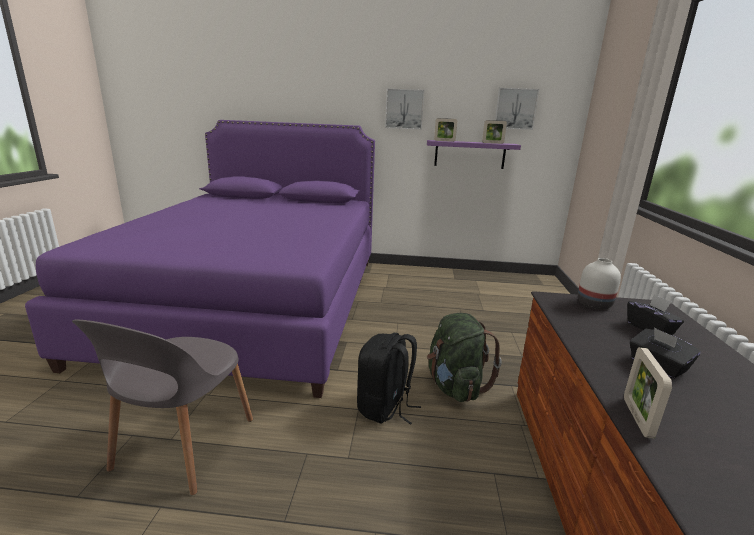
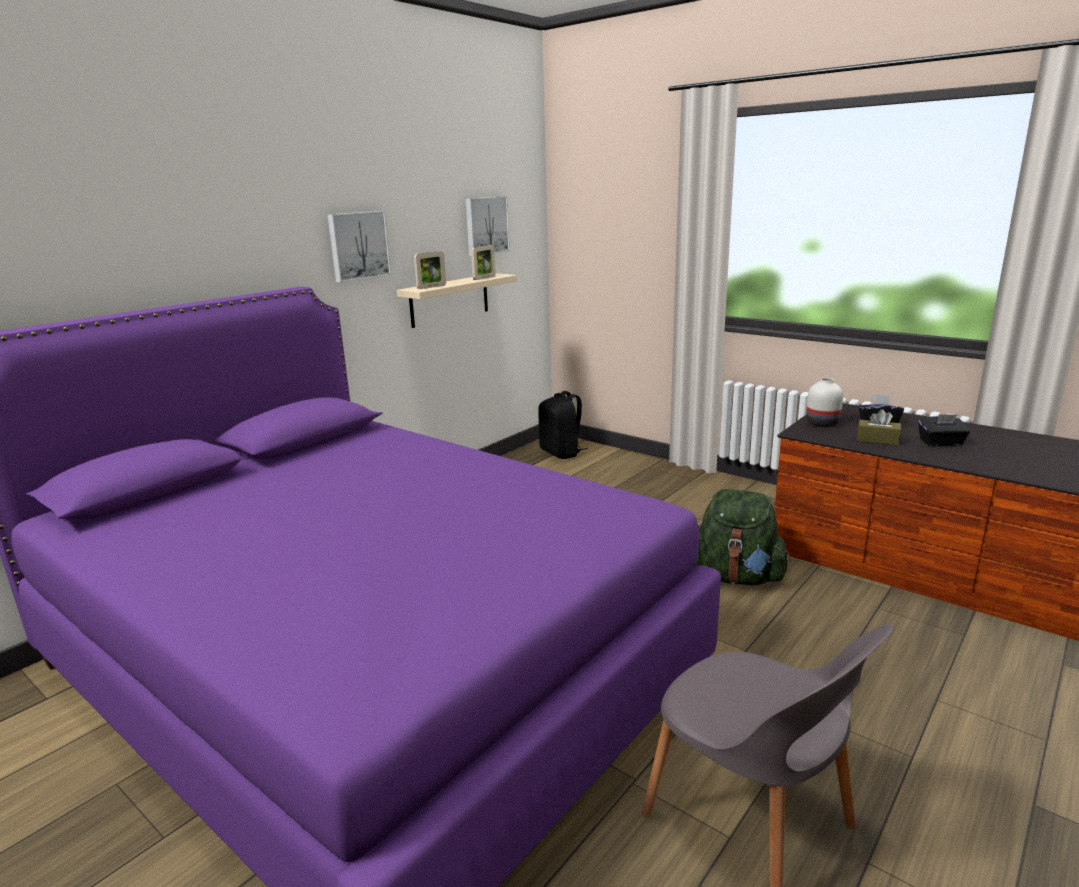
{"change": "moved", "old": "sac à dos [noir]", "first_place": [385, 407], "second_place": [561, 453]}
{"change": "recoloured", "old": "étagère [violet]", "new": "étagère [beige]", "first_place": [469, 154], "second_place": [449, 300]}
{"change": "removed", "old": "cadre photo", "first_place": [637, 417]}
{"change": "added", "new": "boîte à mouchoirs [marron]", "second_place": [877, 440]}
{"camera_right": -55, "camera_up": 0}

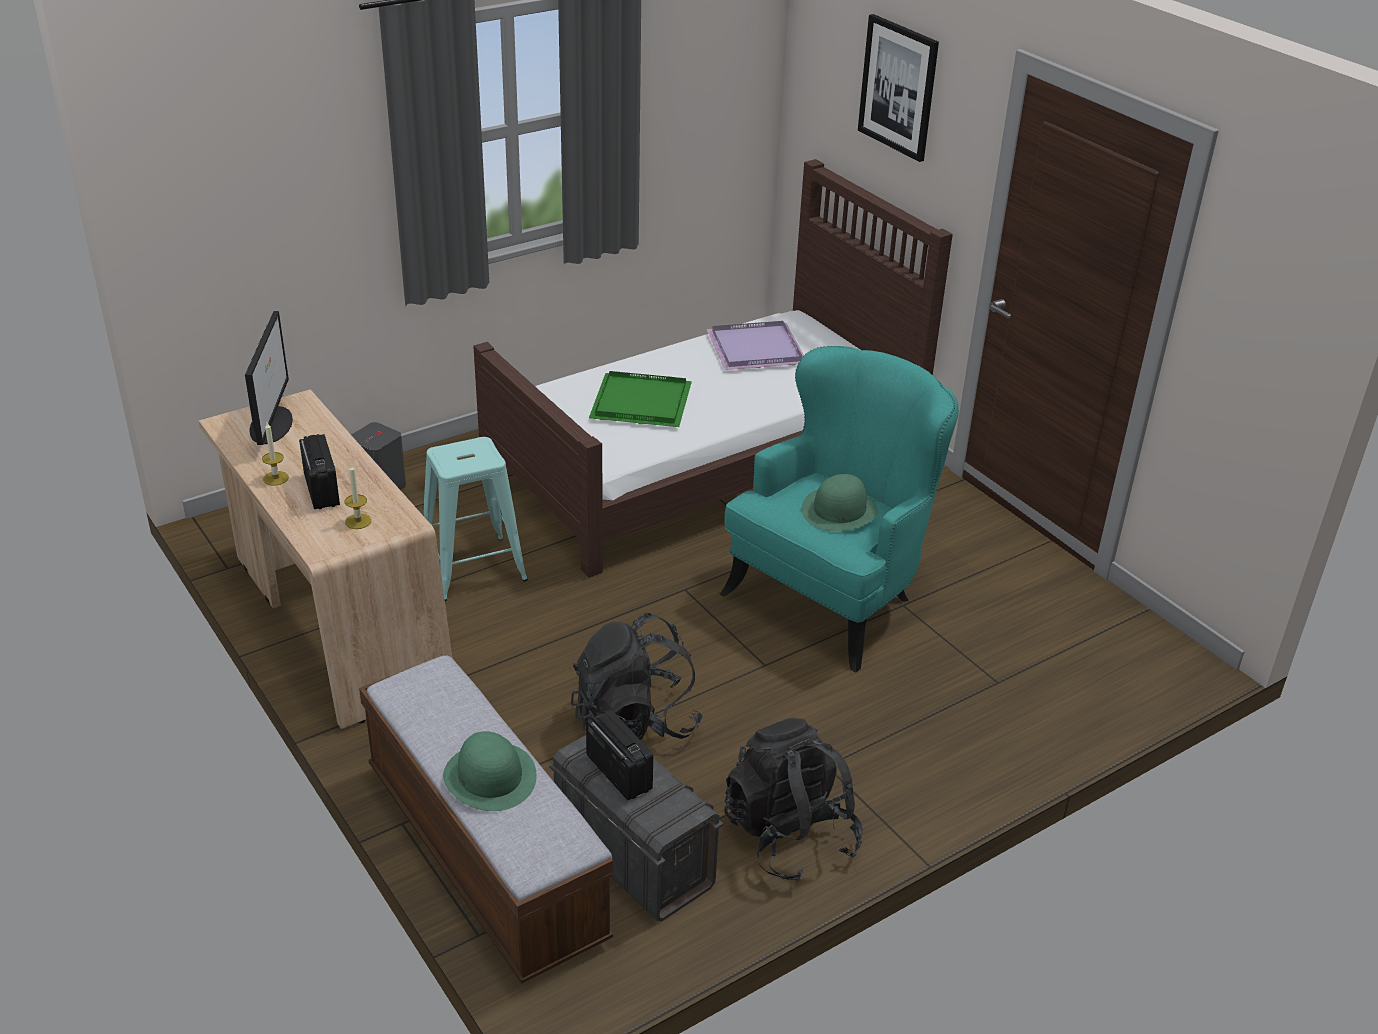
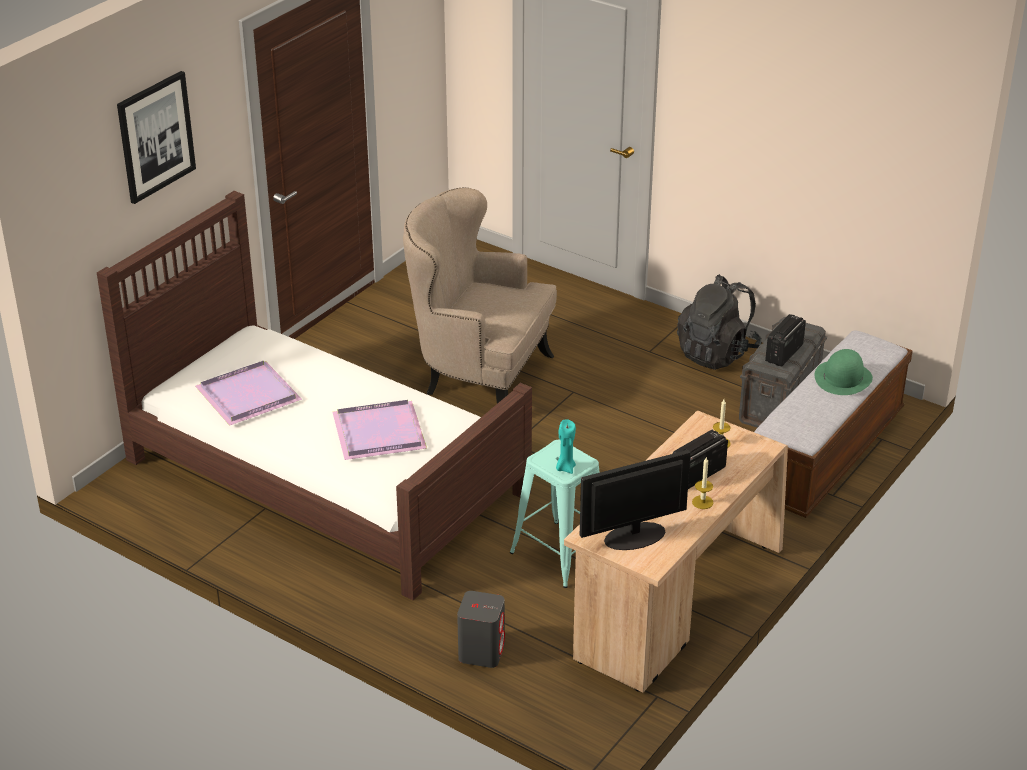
{"change": "removed", "old": "sac à dos [noir]", "first_place": [635, 723]}
{"change": "recoloured", "old": "plateau [vert]", "new": "plateau [violet]", "first_place": [639, 403], "second_place": [381, 433]}
{"change": "recoloured", "old": "fauteuil [turquoise]", "new": "fauteuil [beige]", "first_place": [832, 597], "second_place": [478, 379]}
{"change": "removed", "old": "chapeau [vert]", "first_place": [839, 510]}
{"change": "added", "new": "bougie [turquoise]", "second_place": [565, 468]}
{"camera_right": -110, "camera_up": 0}

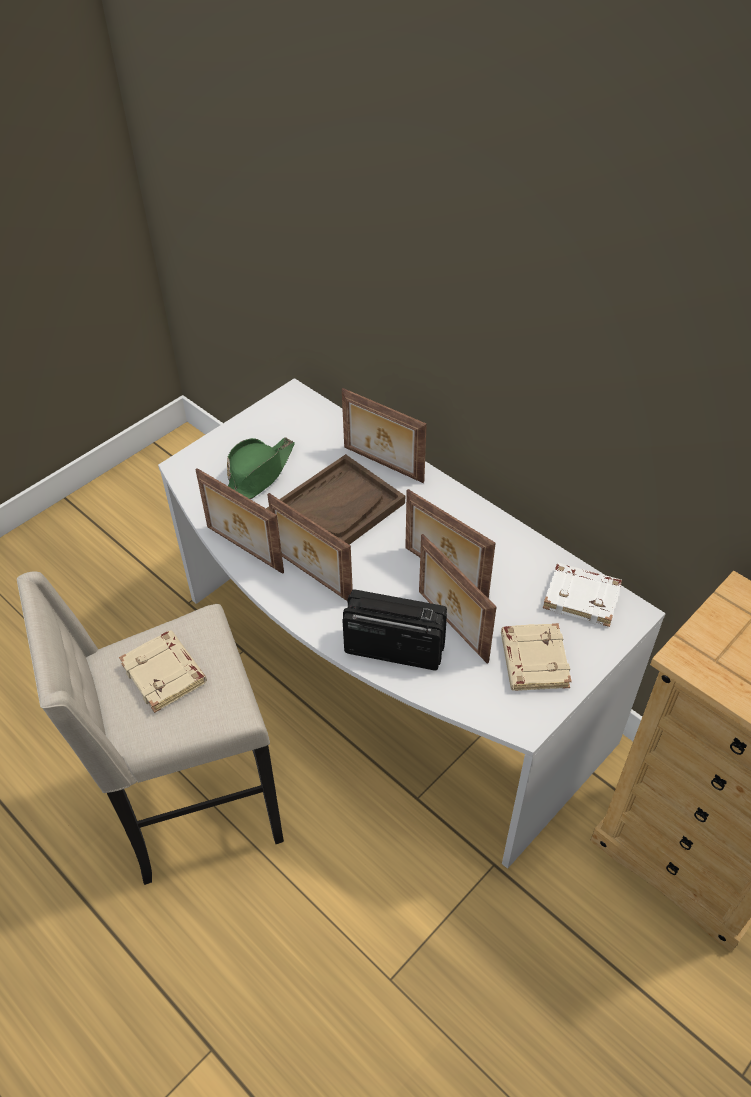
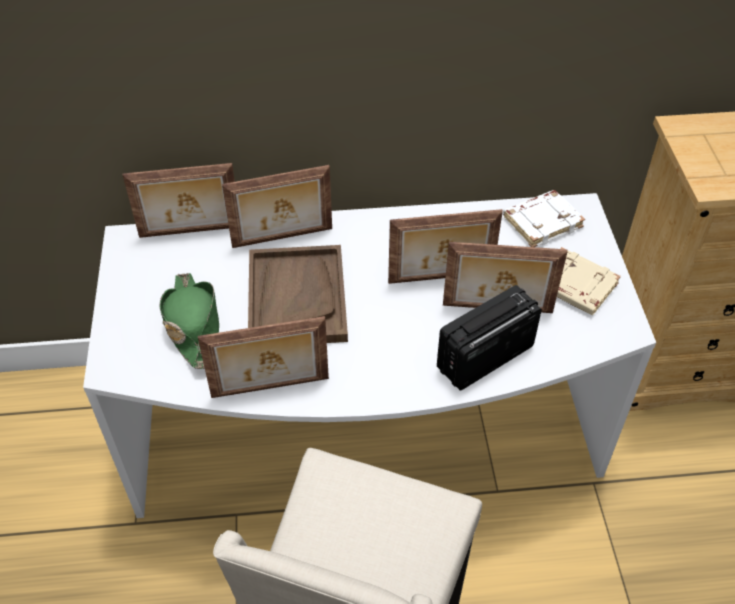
{"change": "removed", "old": "livre [beige]", "first_place": [165, 674]}
{"change": "moved", "old": "cadre photo", "first_place": [311, 577], "second_place": [190, 233]}
{"camera_right": -50, "camera_up": 0}

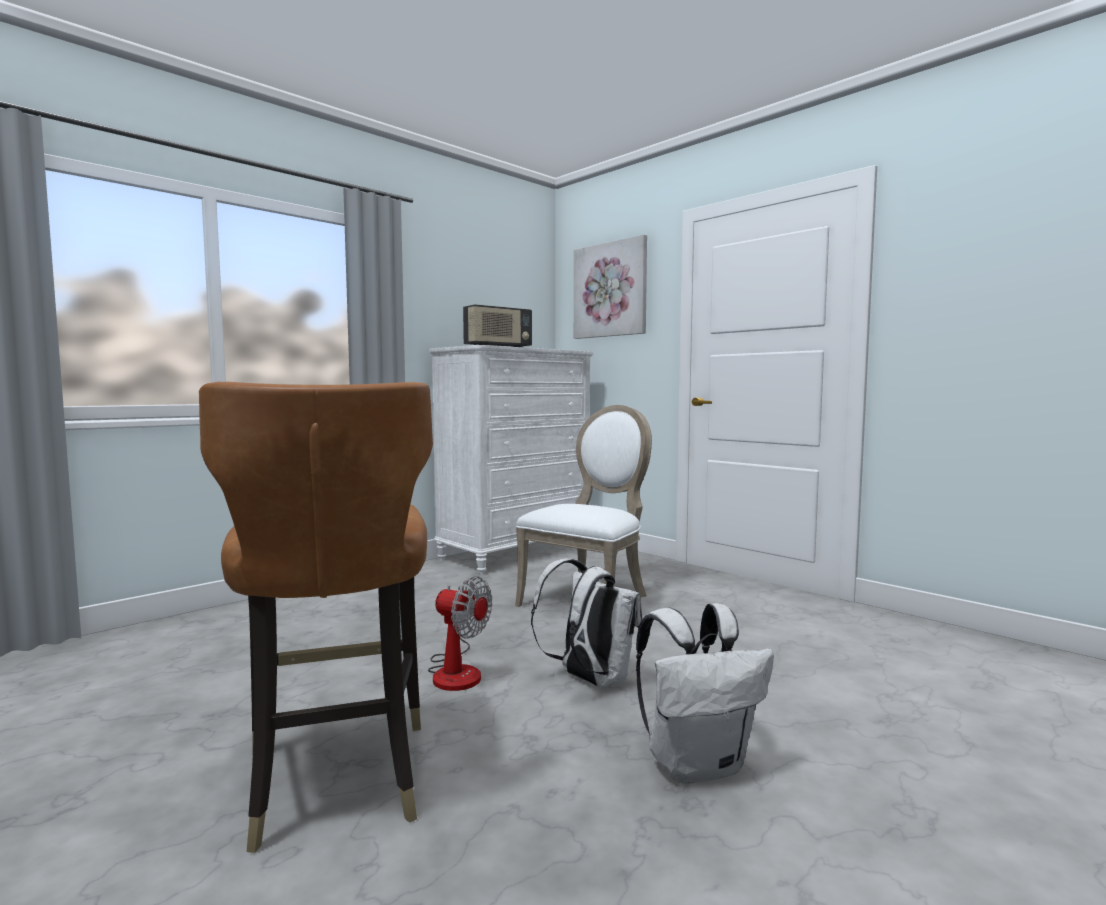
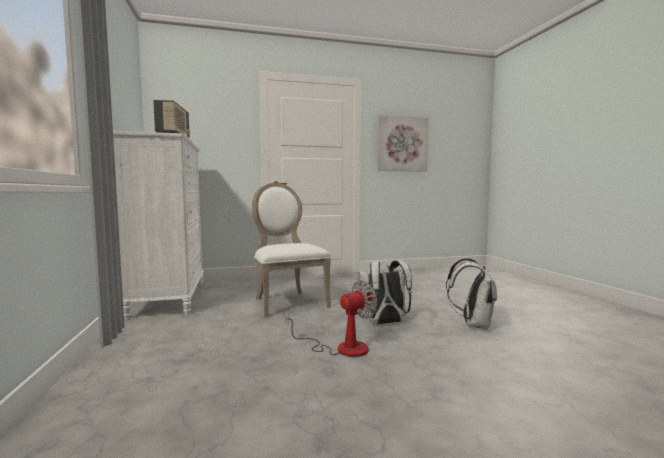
{"change": "removed", "old": "chaise [marron]", "first_place": [336, 778]}
{"change": "moved", "old": "tableau", "first_place": [610, 290], "second_place": [402, 144]}
{"camera_right": -60, "camera_up": 0}

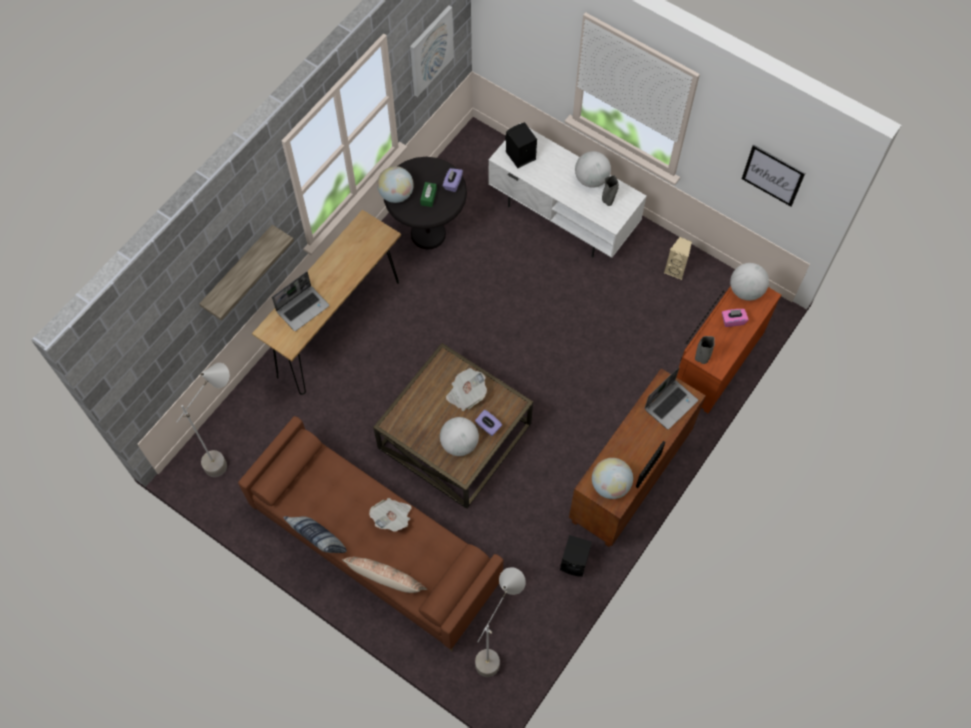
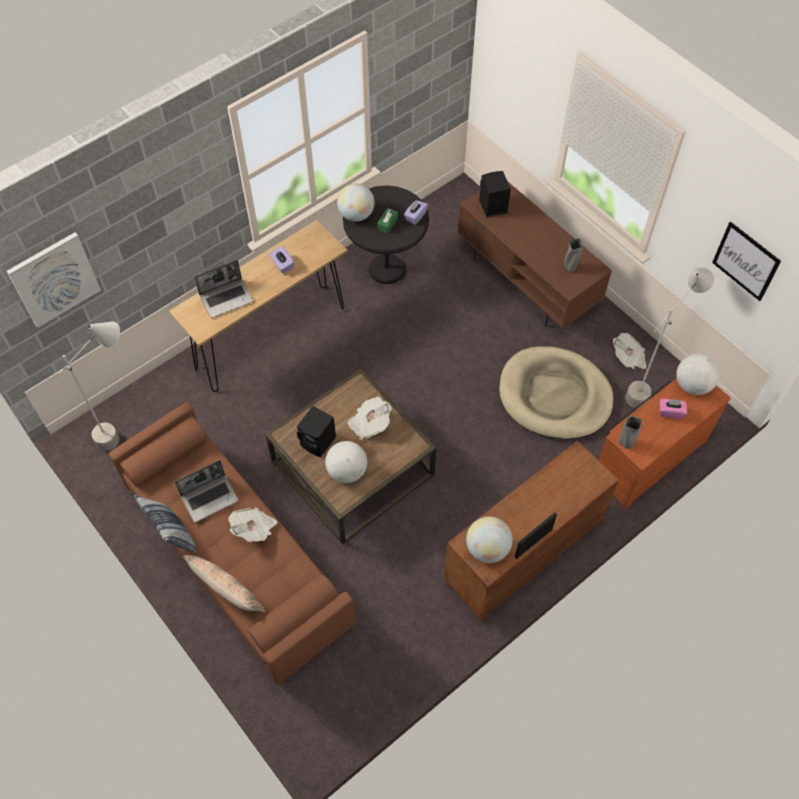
{"change": "removed", "old": "étagère", "first_place": [239, 271]}
{"change": "moved", "old": "tableau", "first_place": [430, 50], "second_place": [54, 279]}
{"change": "moved", "old": "boîte à mouchoirs [violet]", "first_place": [488, 426], "second_place": [282, 265]}
{"change": "moved", "old": "lampadaire [gris]", "first_place": [497, 646], "second_place": [648, 386]}
{"change": "recoloured", "old": "meuble télé [blanc]", "new": "meuble télé [marron]", "first_place": [564, 215], "second_place": [527, 281]}
{"change": "moved", "old": "enceinte [noir]", "first_place": [575, 562], "second_place": [318, 442]}
{"change": "removed", "old": "globe", "first_place": [591, 179]}
{"change": "moved", "old": "ordinateur portable", "first_place": [670, 404], "second_place": [210, 498]}
{"change": "replaced", "old": "enceinte [beige]", "new": "journal", "first_place": [676, 270], "second_place": [628, 358]}
{"change": "added", "new": "panier pour chien [beige]", "second_place": [554, 396]}
{"camera_right": 15, "camera_up": -5}

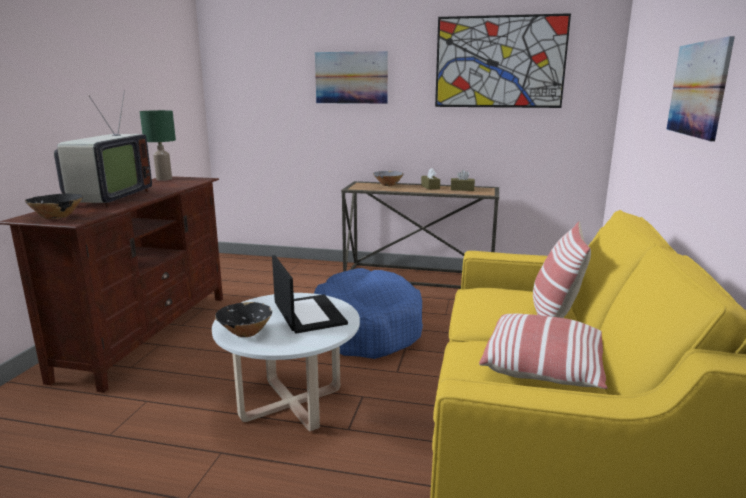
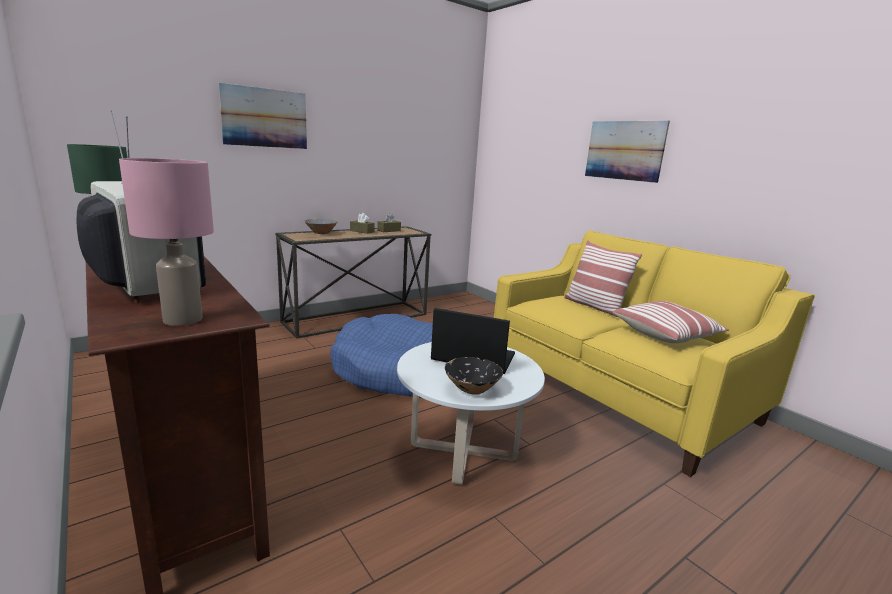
{"change": "replaced", "old": "bol [noir]", "new": "lampe de table [rose]", "first_place": [57, 217], "second_place": [181, 320]}
{"change": "removed", "old": "tableau", "first_place": [499, 62]}
{"camera_right": -50, "camera_up": 0}

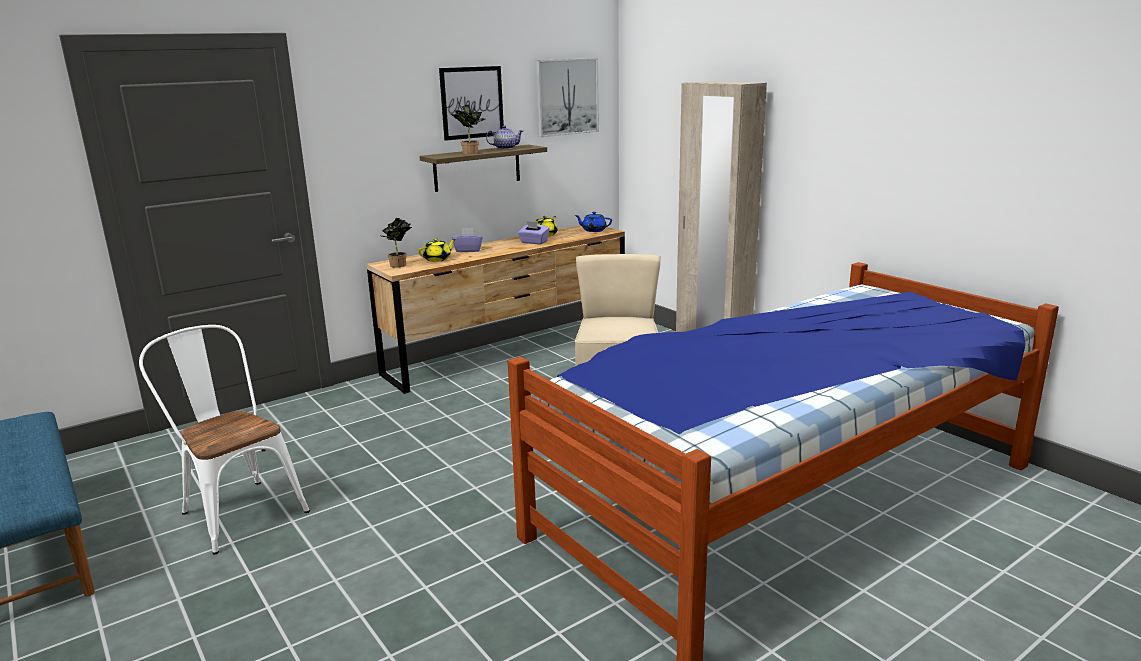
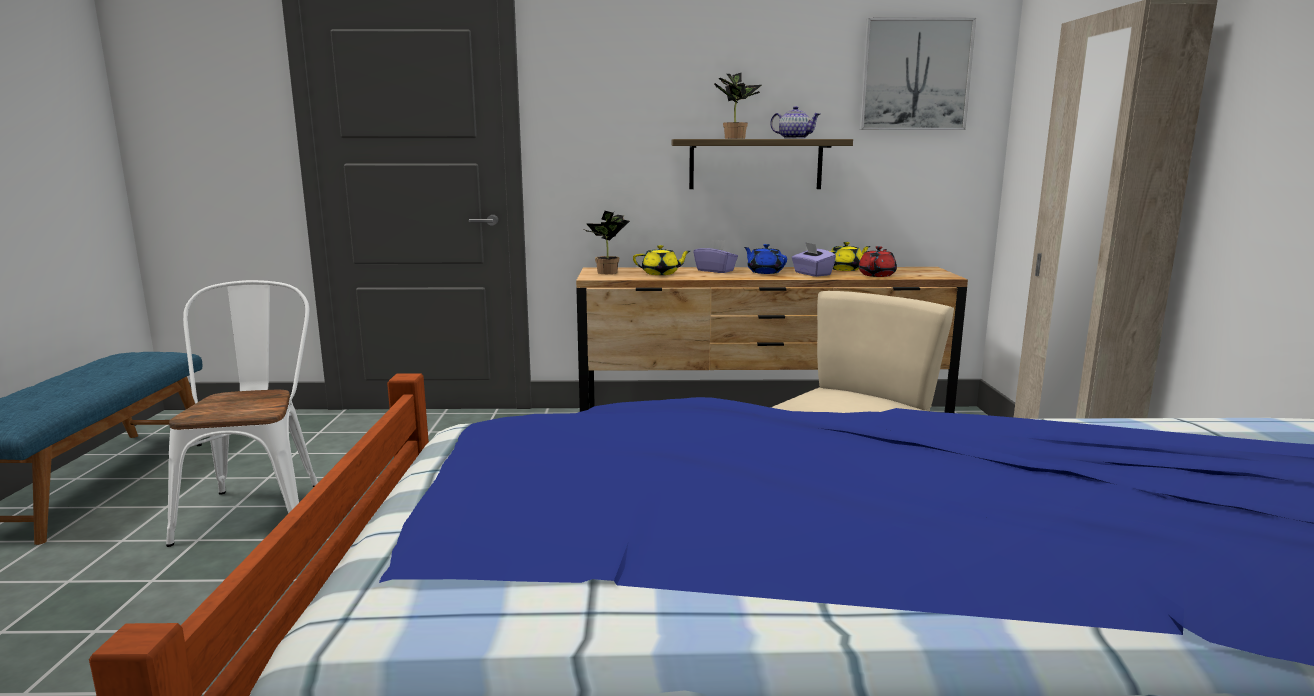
{"change": "removed", "old": "tableau", "first_place": [472, 102]}
{"change": "moved", "old": "théière [bleu]", "first_place": [593, 230], "second_place": [764, 272]}
{"change": "added", "new": "théière [rouge]", "second_place": [877, 275]}
{"camera_right": 35, "camera_up": -5}

